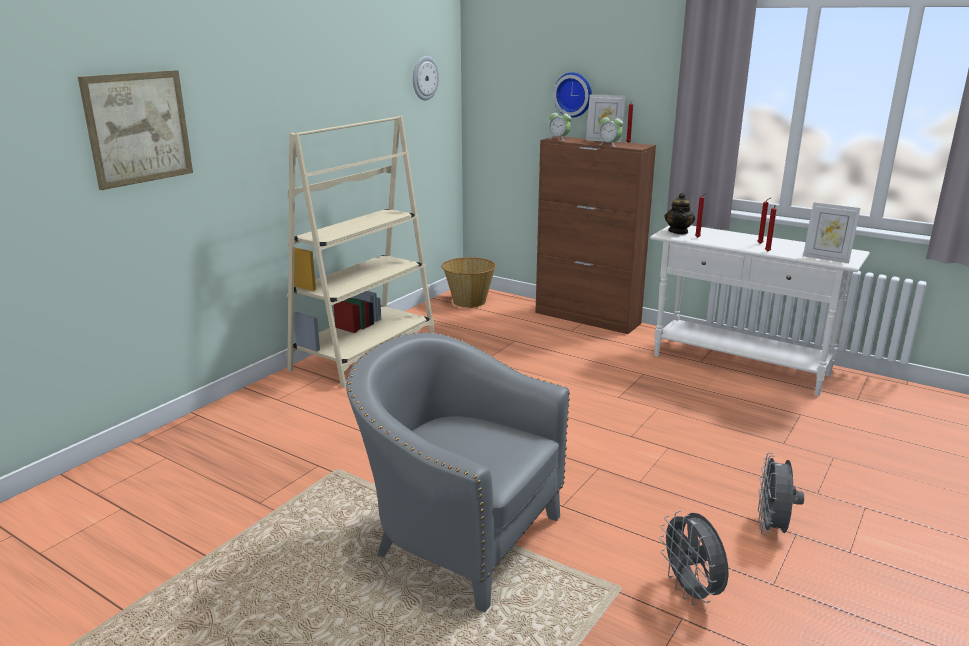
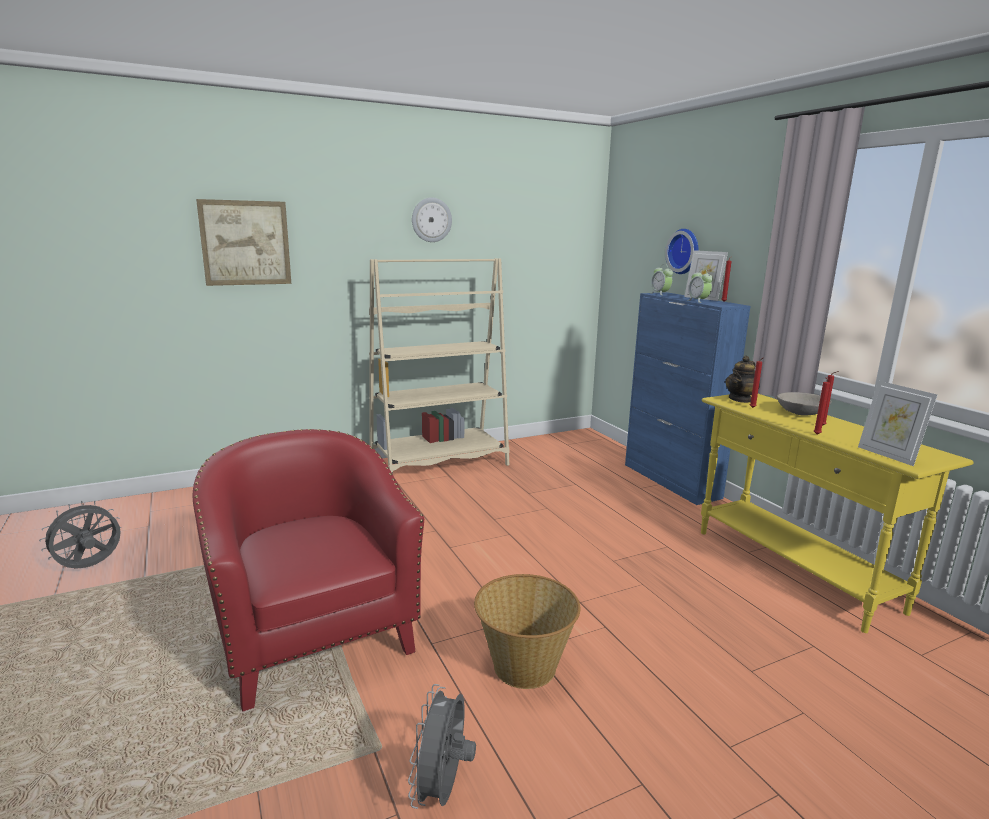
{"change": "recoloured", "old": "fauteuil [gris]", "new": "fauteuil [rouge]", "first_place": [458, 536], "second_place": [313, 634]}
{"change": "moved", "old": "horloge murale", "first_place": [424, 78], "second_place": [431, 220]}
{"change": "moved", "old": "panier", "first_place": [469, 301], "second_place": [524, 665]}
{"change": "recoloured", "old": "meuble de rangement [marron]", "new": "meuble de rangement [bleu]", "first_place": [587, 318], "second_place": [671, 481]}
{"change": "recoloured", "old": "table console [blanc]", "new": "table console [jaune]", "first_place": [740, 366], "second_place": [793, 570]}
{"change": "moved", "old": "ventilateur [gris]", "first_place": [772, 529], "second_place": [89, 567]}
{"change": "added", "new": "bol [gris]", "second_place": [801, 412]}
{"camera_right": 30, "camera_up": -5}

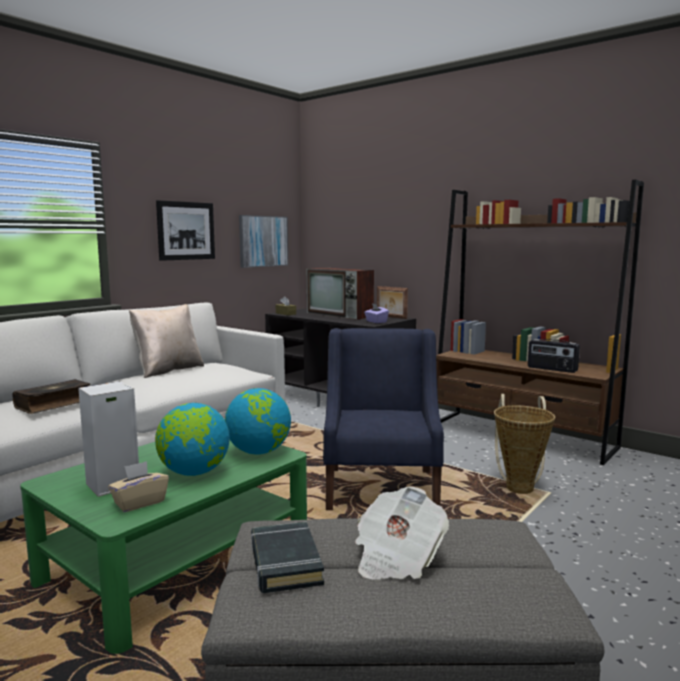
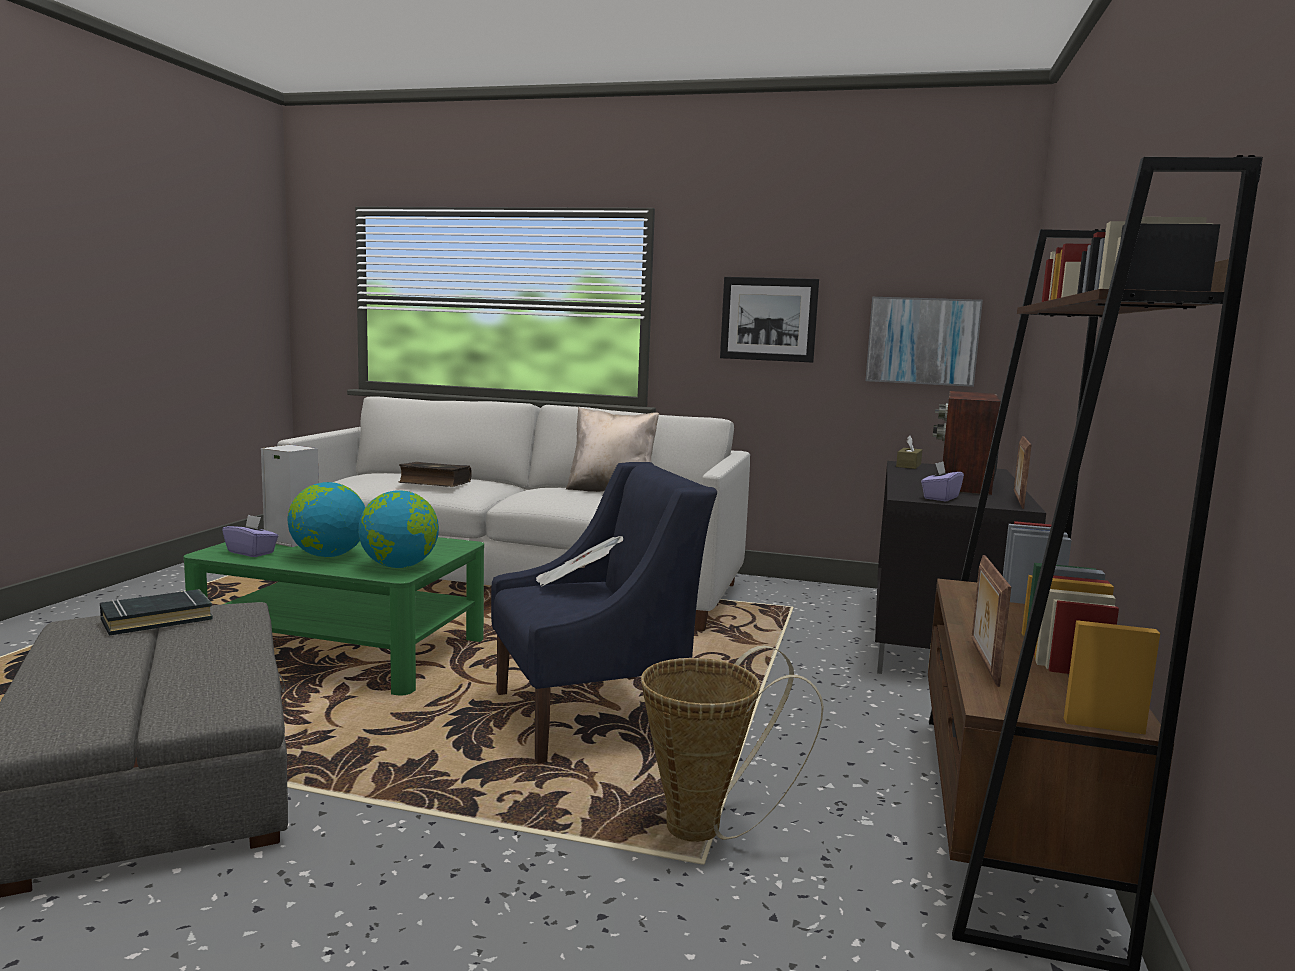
{"change": "recoloured", "old": "boîte à mouchoirs [beige]", "new": "boîte à mouchoirs [violet]", "first_place": [139, 503], "second_place": [251, 552]}
{"change": "moved", "old": "journal", "first_place": [397, 557], "second_place": [576, 584]}
{"change": "replaced", "old": "radio", "new": "cadre photo", "first_place": [552, 369], "second_place": [983, 663]}
{"camera_right": 65, "camera_up": 0}

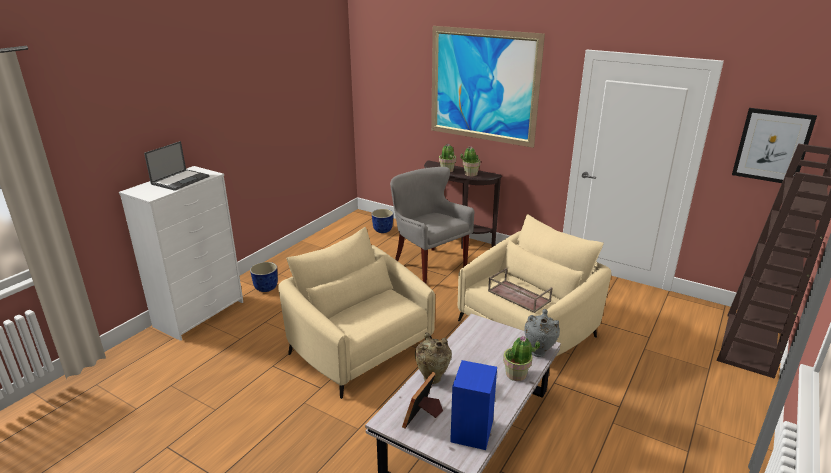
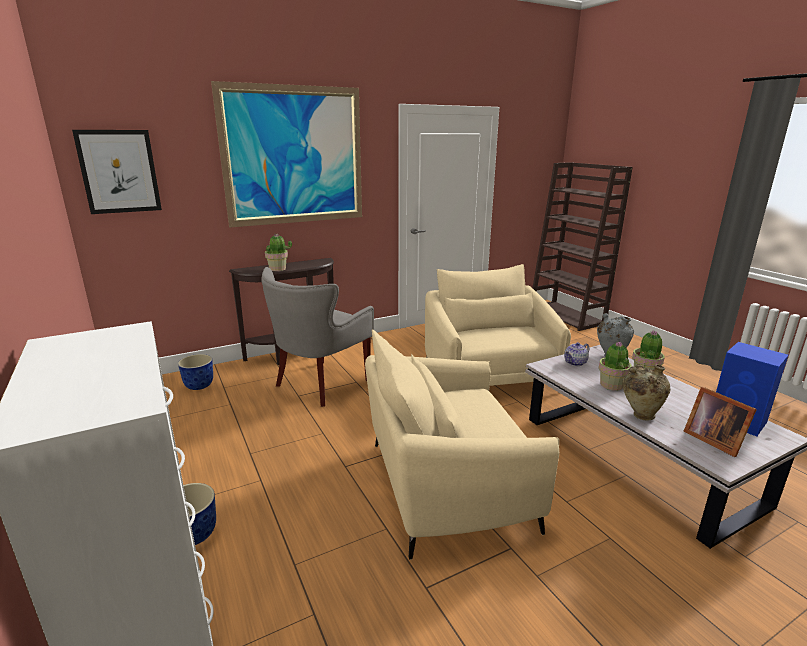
{"change": "removed", "old": "ordinateur portable", "first_place": [181, 180]}
{"change": "turned", "old": "fauteuil [gris]", "first_place": [428, 265], "second_place": [320, 384], "degrees": -45}
{"change": "moved", "old": "plante en pot", "first_place": [470, 174], "second_place": [611, 385]}
{"change": "removed", "old": "plateau [marron]", "first_place": [518, 296]}
{"change": "moved", "old": "tableau", "first_place": [772, 146], "second_place": [119, 171]}
{"change": "added", "new": "théière", "second_place": [575, 363]}
{"camera_right": -60, "camera_up": -5}

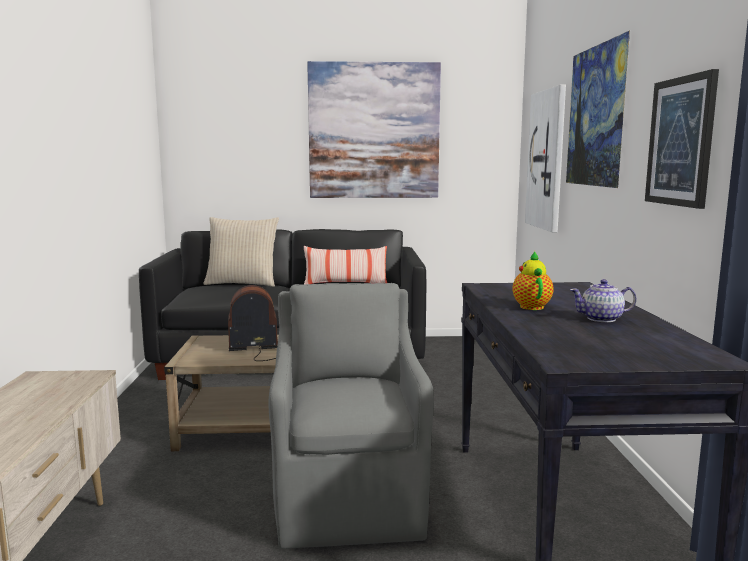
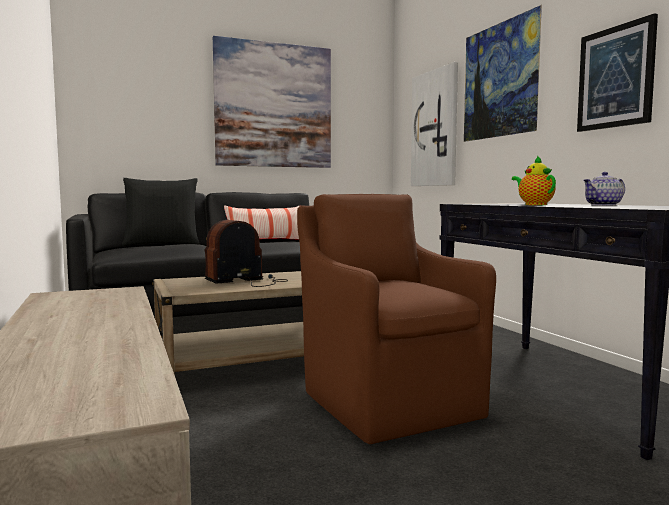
{"change": "recoloured", "old": "coussin [beige]", "new": "coussin [noir]", "first_place": [242, 283], "second_place": [162, 244]}
{"change": "recoloured", "old": "fauteuil [gris]", "new": "fauteuil [marron]", "first_place": [349, 499], "second_place": [388, 402]}
{"camera_right": -20, "camera_up": -5}

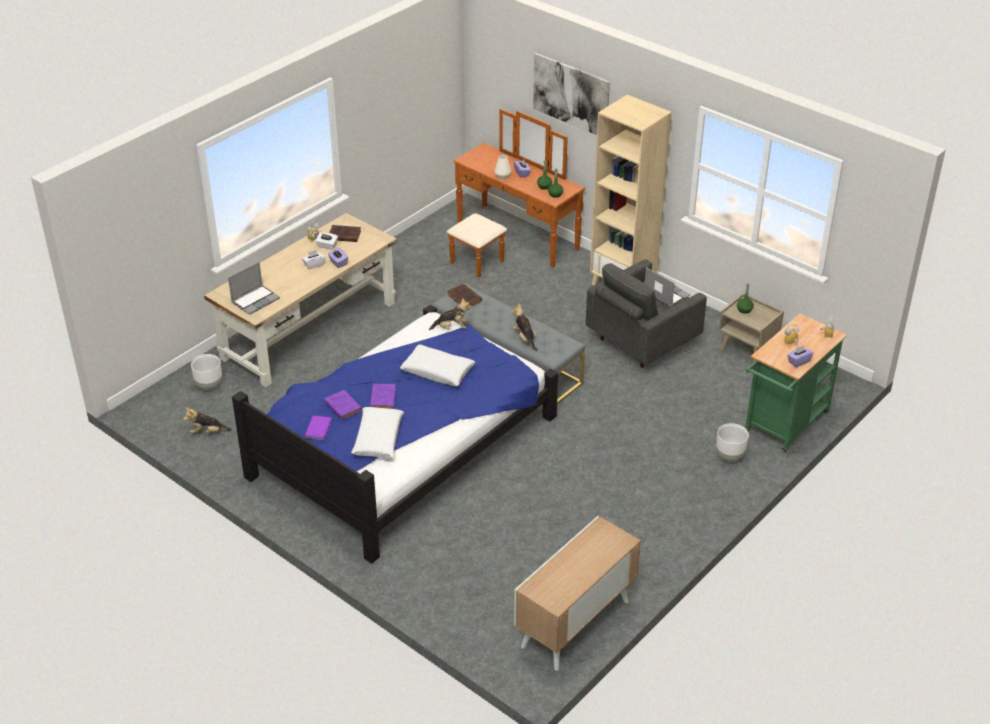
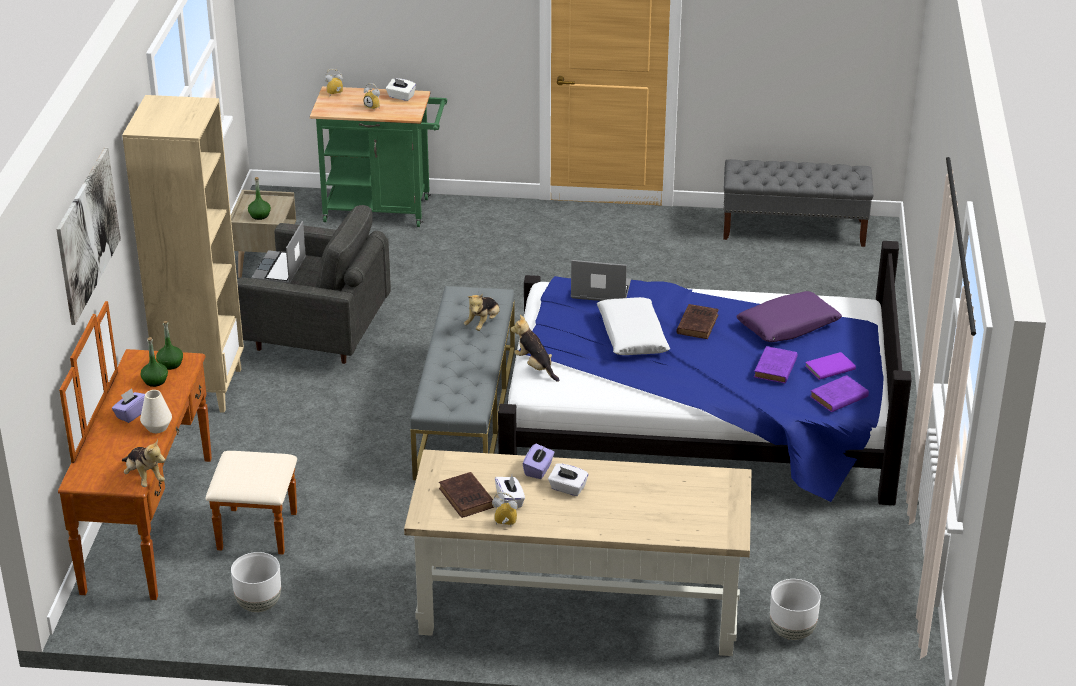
{"change": "moved", "old": "peluche", "first_place": [207, 432], "second_place": [144, 478]}
{"change": "moved", "old": "ordinateur portable", "first_place": [255, 300], "second_place": [599, 291]}
{"change": "recoloured", "old": "coussin [blanc]", "new": "coussin [violet]", "first_place": [378, 438], "second_place": [788, 326]}
{"change": "moved", "old": "livre [violet]", "first_place": [383, 398], "second_place": [837, 397]}
{"change": "moved", "old": "livre [marron]", "first_place": [465, 298], "second_place": [697, 324]}
{"change": "replaced", "old": "meuble de rangement", "new": "banc [gris]", "first_place": [575, 624], "second_place": [794, 229]}
{"change": "moved", "old": "cache-pot [blanc]", "first_place": [730, 456], "second_place": [258, 604]}
{"change": "recoloured", "old": "boîte à mouchoirs [violet]", "new": "boîte à mouchoirs [blanc]", "first_place": [798, 361], "second_place": [401, 97]}
{"camera_right": -125, "camera_up": -5}

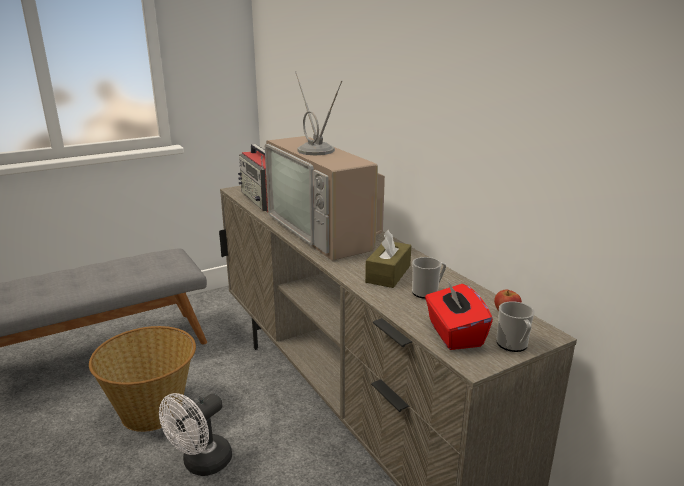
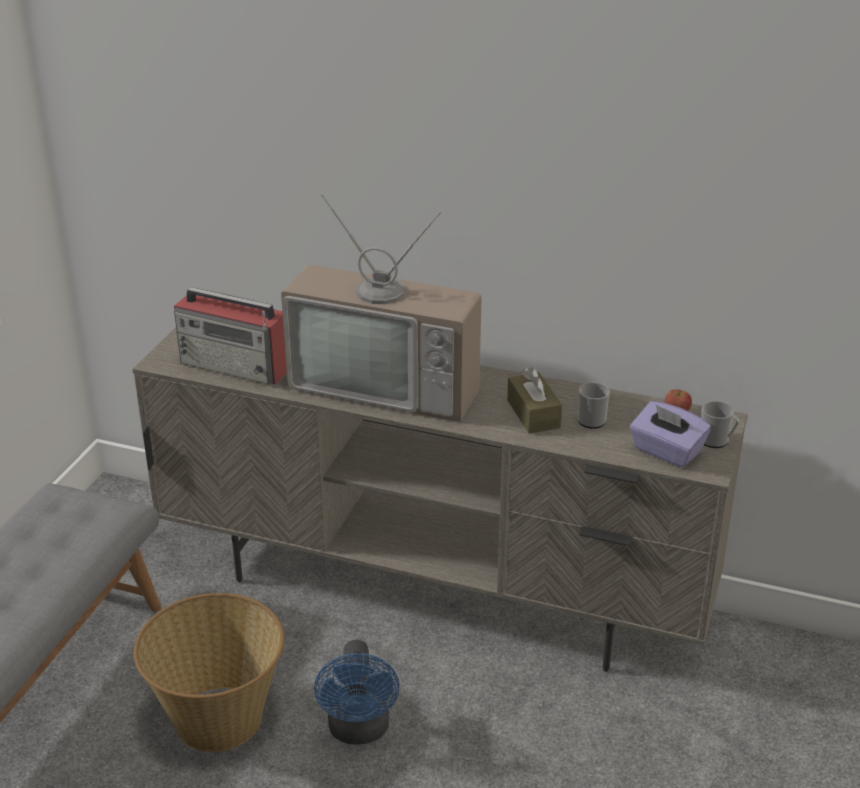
{"change": "recoloured", "old": "ventilateur [blanc]", "new": "ventilateur [bleu]", "first_place": [201, 464], "second_place": [359, 731]}
{"change": "recoloured", "old": "boîte à mouchoirs [rouge]", "new": "boîte à mouchoirs [violet]", "first_place": [454, 334], "second_place": [666, 452]}
{"camera_right": -40, "camera_up": 10}

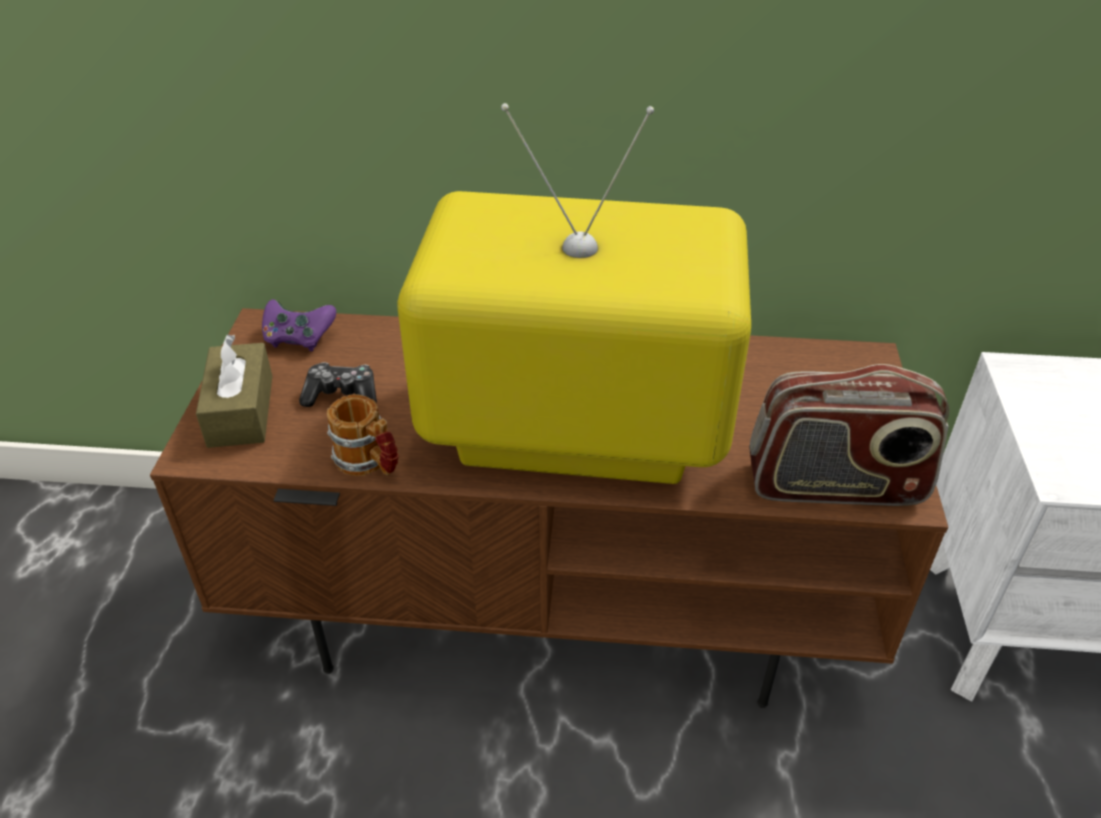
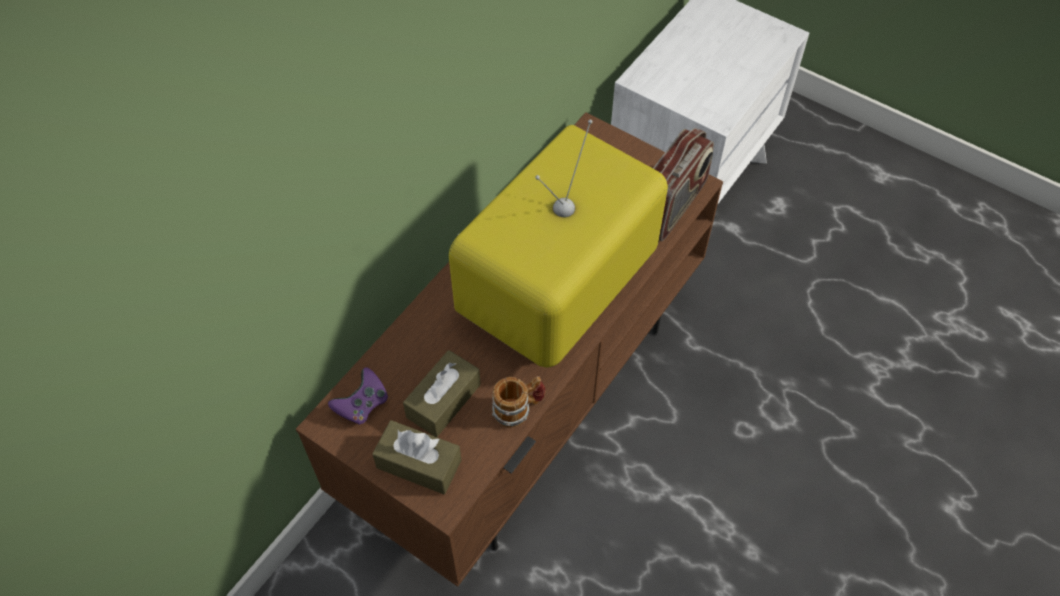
{"change": "replaced", "old": "manette", "new": "boîte à mouchoirs [marron]", "first_place": [342, 395], "second_place": [443, 400]}
{"camera_right": -60, "camera_up": 15}

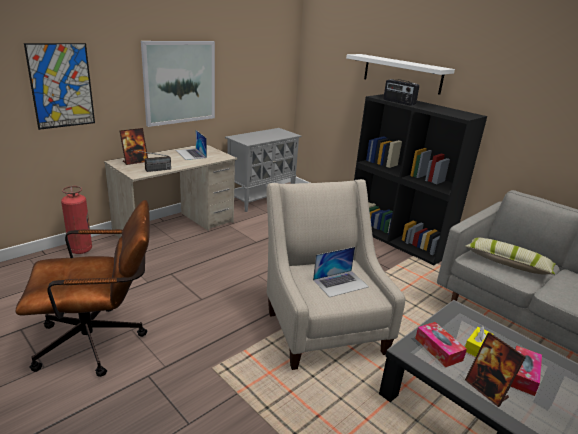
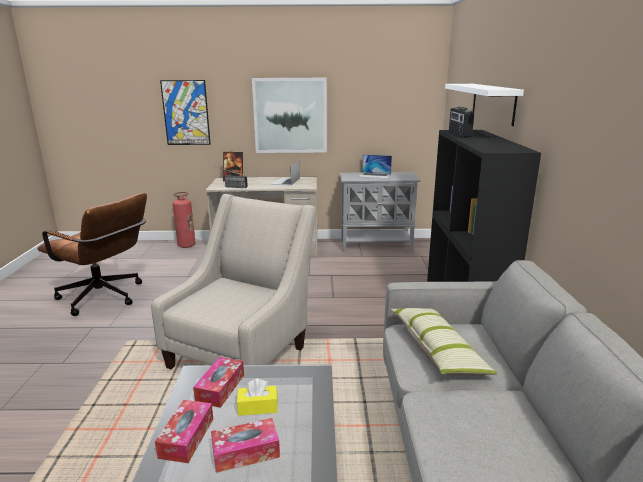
{"change": "moved", "old": "ordinateur portable", "first_place": [340, 283], "second_place": [375, 175]}
{"change": "replaced", "old": "cadre photo", "new": "boîte à mouchoirs", "first_place": [486, 390], "second_place": [186, 437]}
{"camera_right": 45, "camera_up": -5}

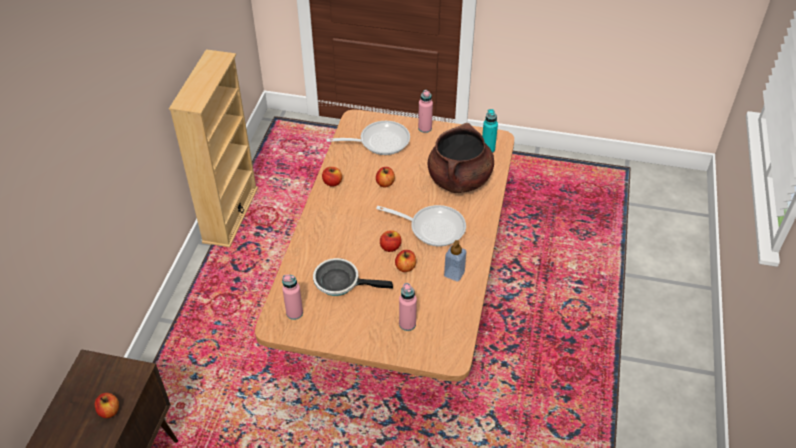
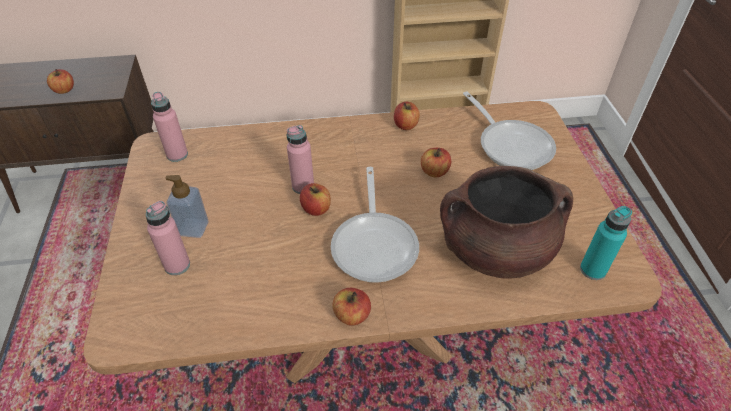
{"change": "removed", "old": "poêle", "first_place": [341, 282]}
{"change": "moved", "old": "pomme", "first_place": [405, 267], "second_place": [352, 315]}
{"change": "moved", "old": "bouteille [rose]", "first_place": [425, 128], "second_place": [303, 186]}
{"change": "moved", "old": "distributeur de savon", "first_place": [454, 274], "second_place": [193, 228]}
{"camera_right": 70, "camera_up": 0}

